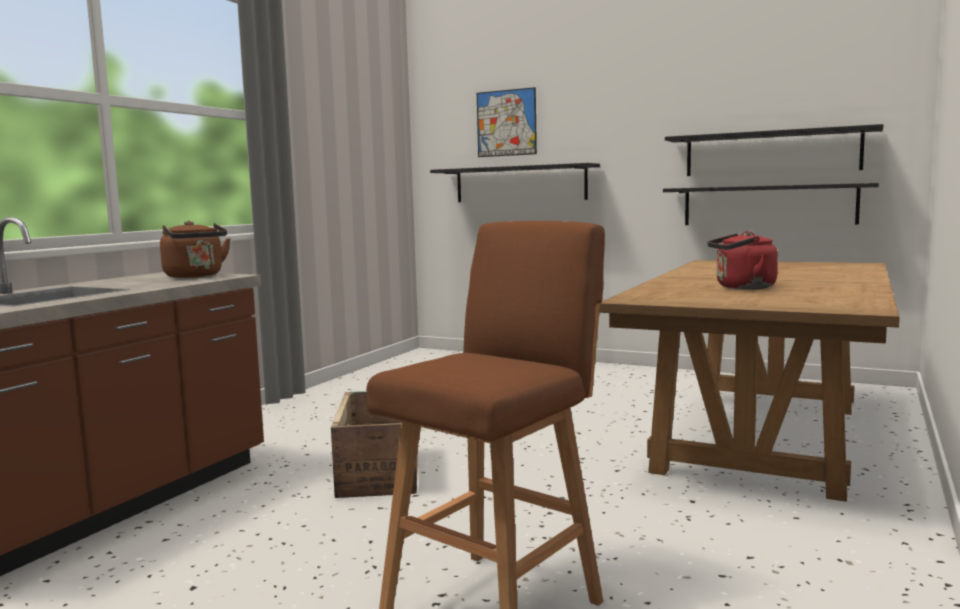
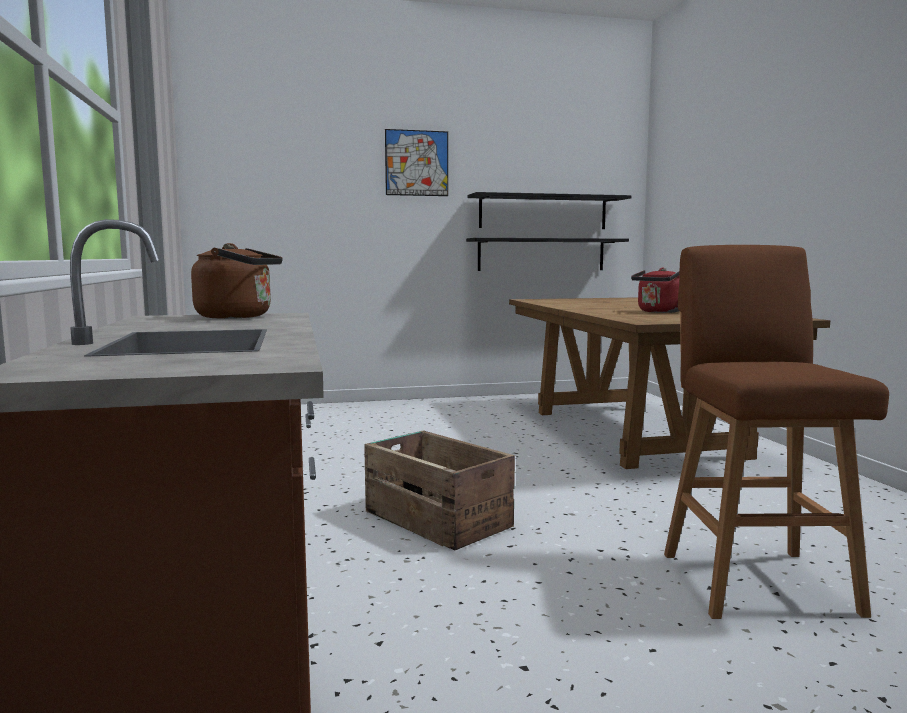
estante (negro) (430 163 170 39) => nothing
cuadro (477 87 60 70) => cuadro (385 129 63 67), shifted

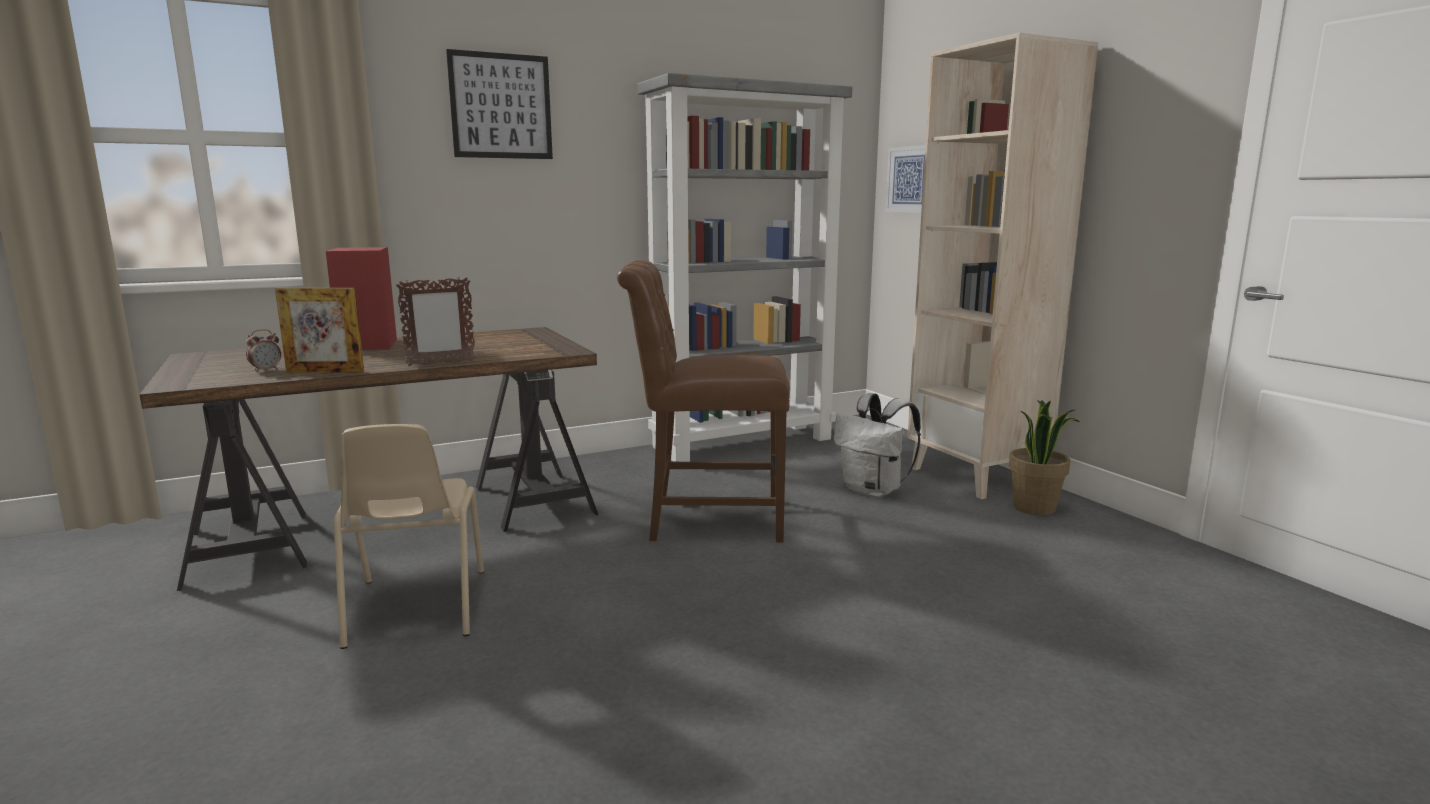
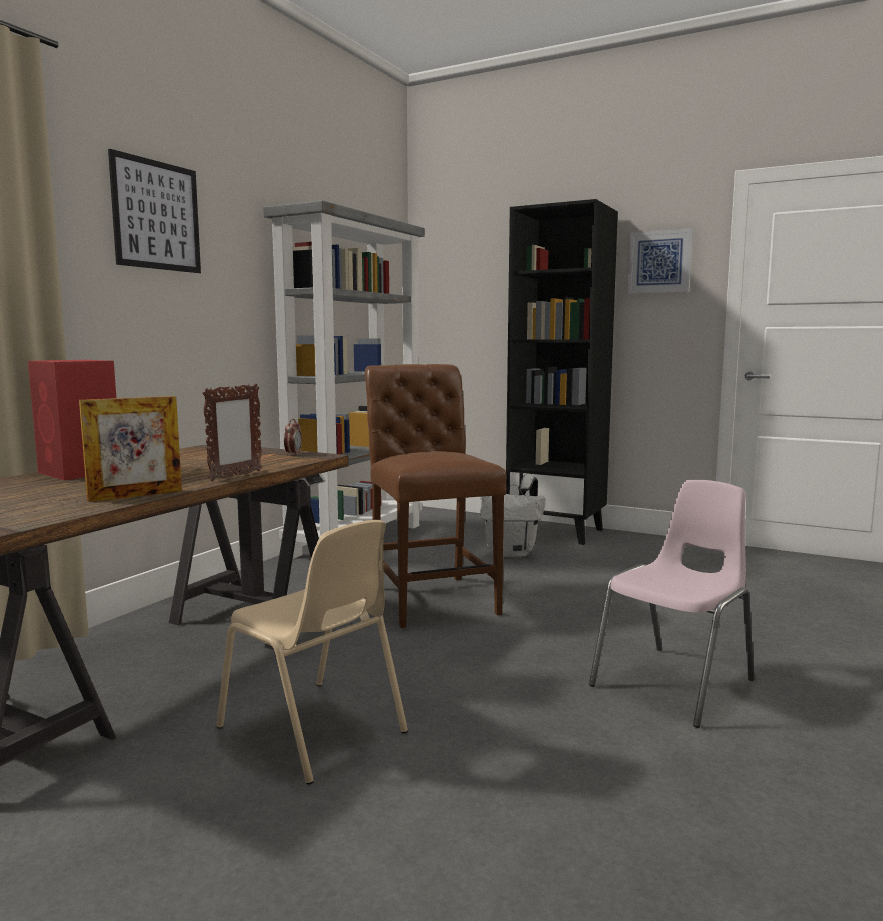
planta en maceta (1009 400 70 116) => nothing
nothing => silla (rosa) (589 480 166 248)
despertador (246 329 35 43) => despertador (284 419 18 36), shifted
cuadro (885 145 40 68) => cuadro (628 228 65 66), shifted
estantería (beis) (907 33 191 466) => estantería (negro) (506 199 112 346)
silla (marrón) (617 260 173 283) => silla (marrón) (365 364 141 264), 105 degrees clockwise

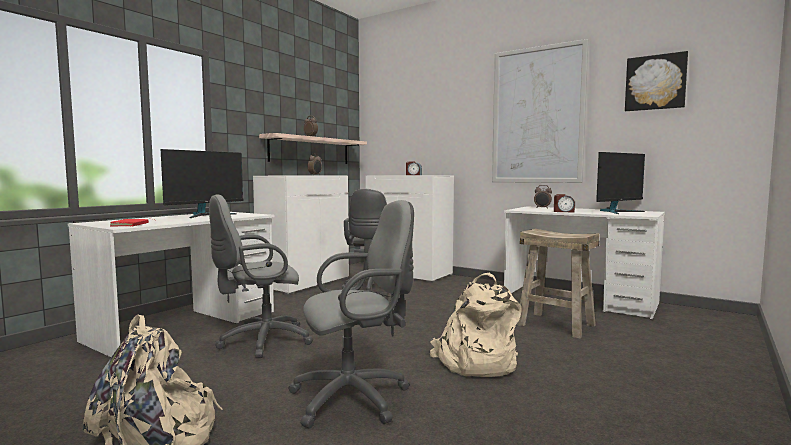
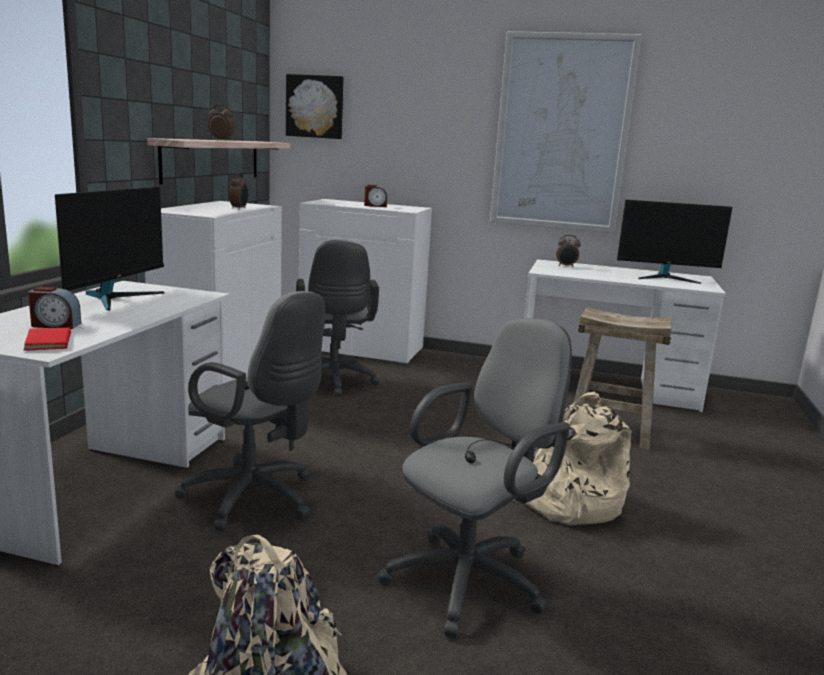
despertador (554 194 21 19) => despertador (28 287 53 42), shifted
cuadro (625 51 63 60) => cuadro (286 74 58 65), shifted
silla de oficina (gris) (209 195 105 163) => silla de oficina (gris) (174 291 151 241), 105 degrees counterclockwise
monitor (596 152 49 62) => monitor (617 200 116 84), 60 degrees clockwise

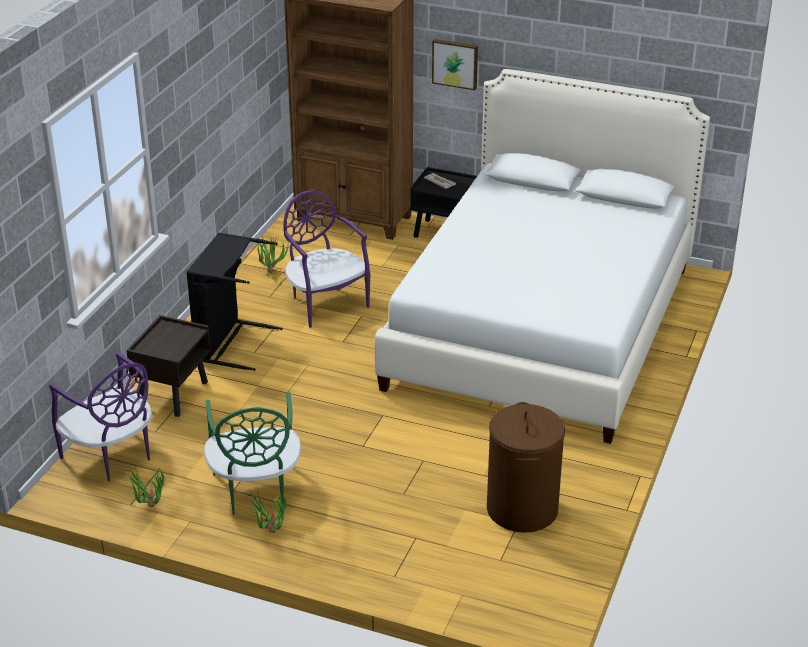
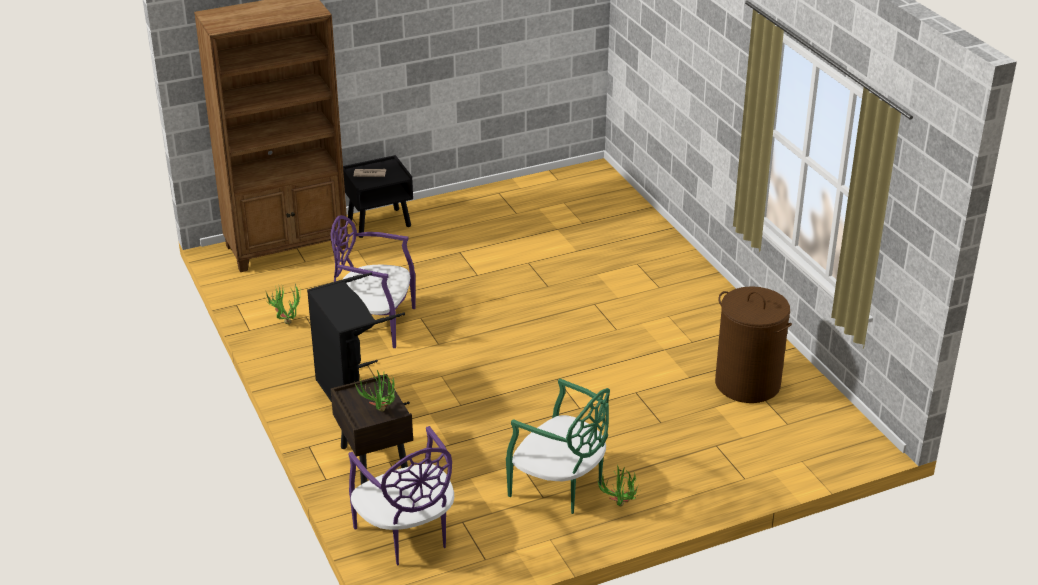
cama (blanco) (374 69 336 375) => nothing
cuadro (432 39 46 51) => nothing
planta en maceta (125 466 40 41) => planta en maceta (355 370 40 42), shifted
silla (morado) (49 352 103 130) => silla (morado) (348 426 106 140), 60 degrees clockwise

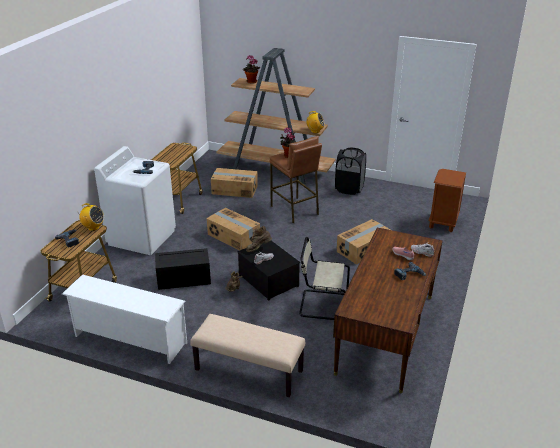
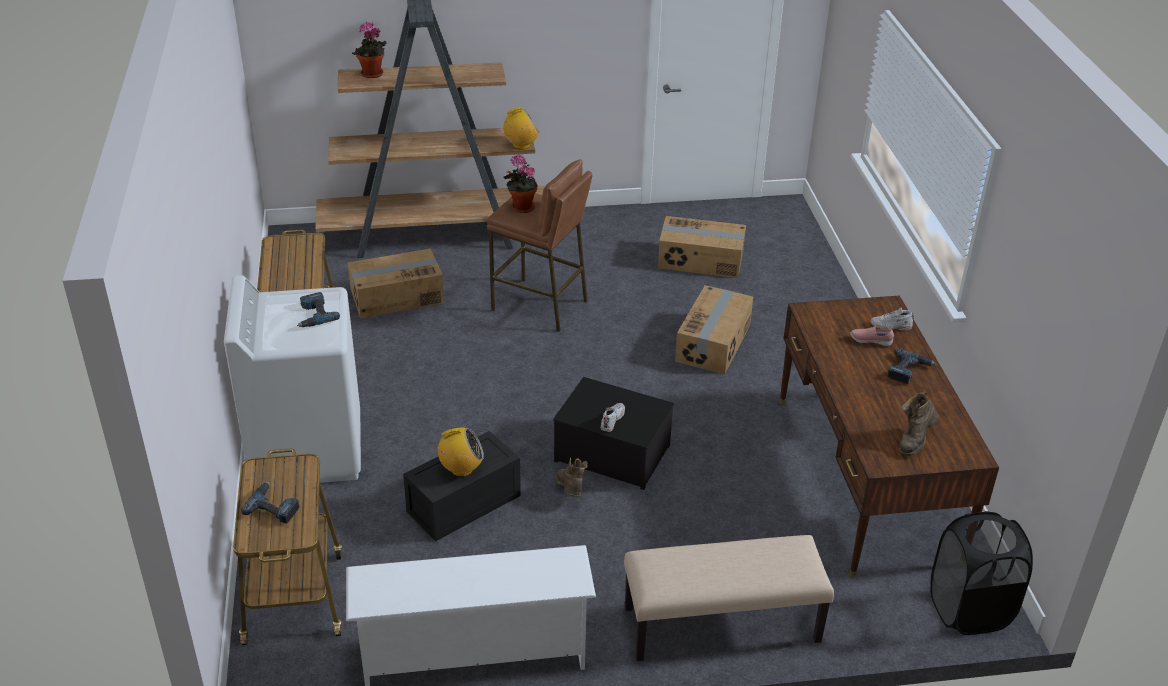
silla (beis) (299 237 51 83) => nothing
mesita de noche (marrón) (429 169 37 63) => nothing
radio (76 203 28 28) => radio (436 427 48 50), shifted
caja de cartón (206 208 54 42) => caja de cartón (658 216 88 62), shifted
bota (marrón) (246 226 26 26) => bota (marrón) (899 392 40 64), shifted
cesto de la ropa (negro) (335 147 31 48) => cesto de la ropa (negro) (930 511 103 124), shifted

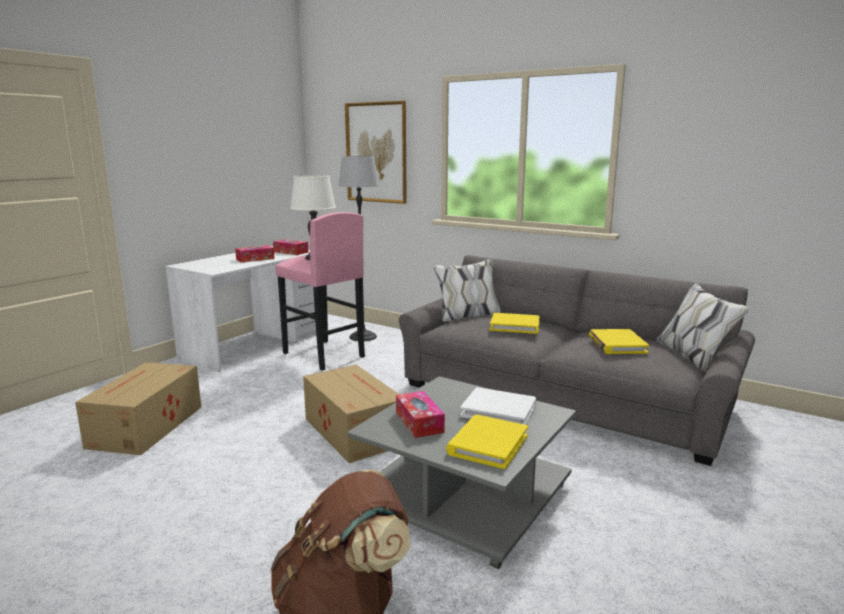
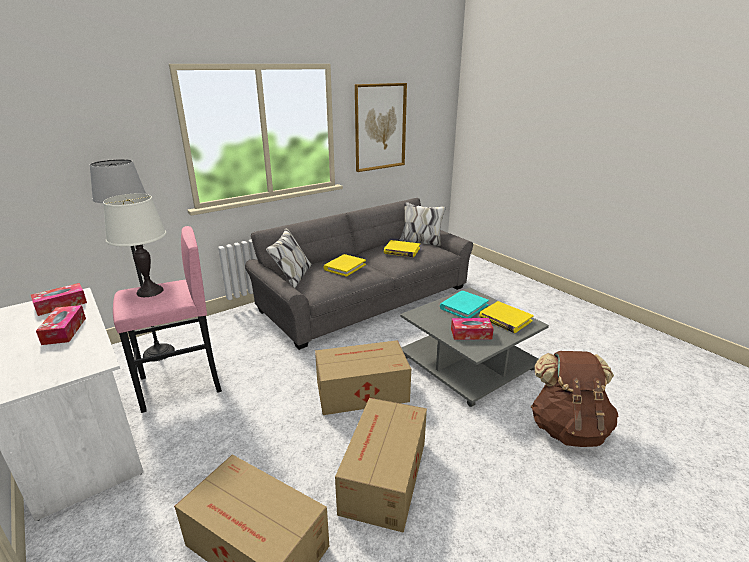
nothing => caja de cartón (335 398 92 135)
cuadro (345 101 62 103) => cuadro (355 83 52 89), shifted
libro (blanco) (460 387 76 38) => libro (turquesa) (440 291 49 27)

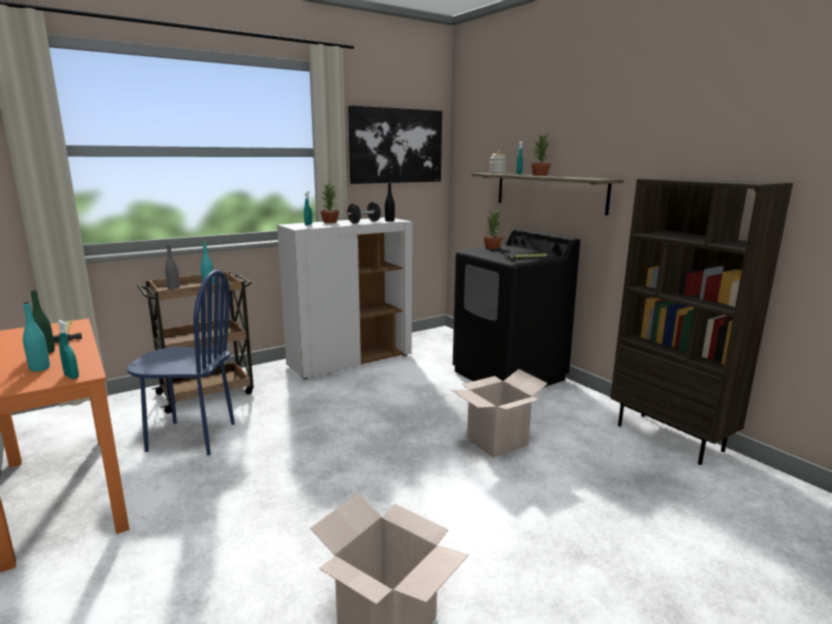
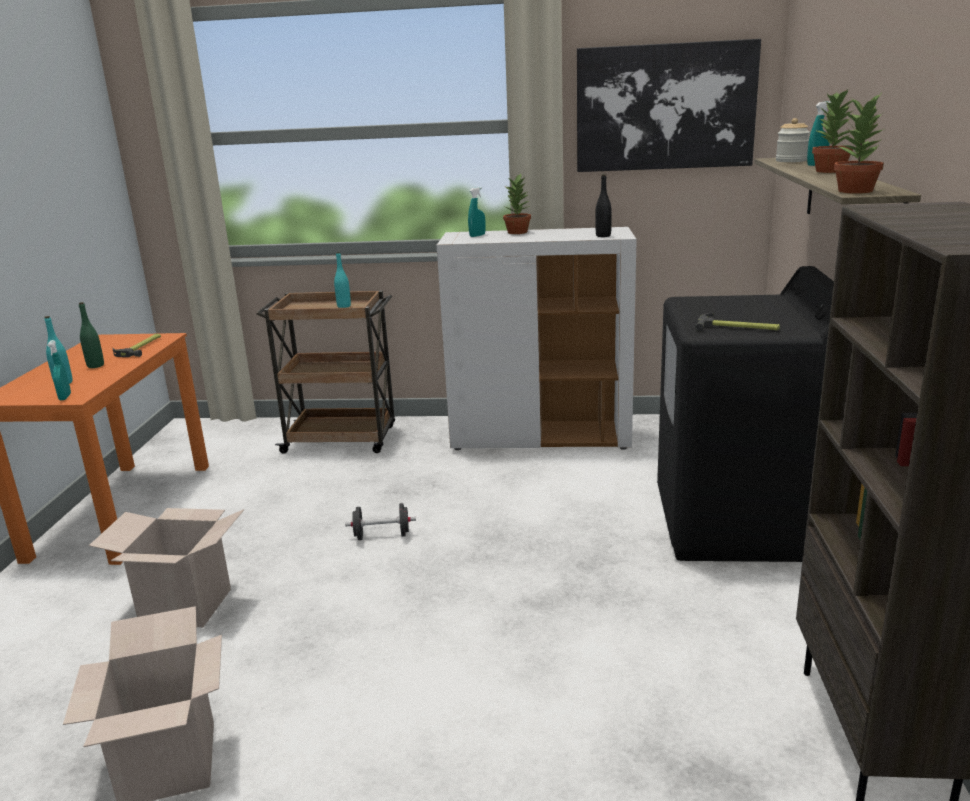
silla (azul) (127 270 108 185) => nothing
botella (gris) (165 244 15 45) => nothing
mancuerna (negro) (347 202 34 22) => mancuerna (negro) (345 503 71 37), shifted
caja de cartón (451 369 97 89) => caja de cartón (89 508 155 119), shifted
planta en maceta (483 208 19 41) => planta en maceta (834 94 50 100), shifted

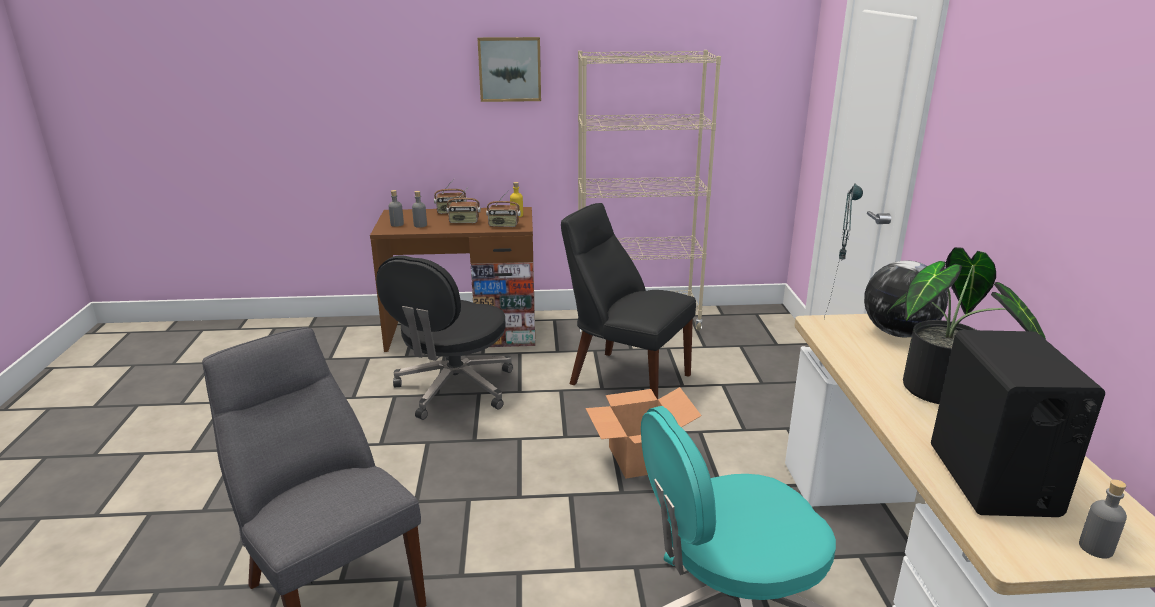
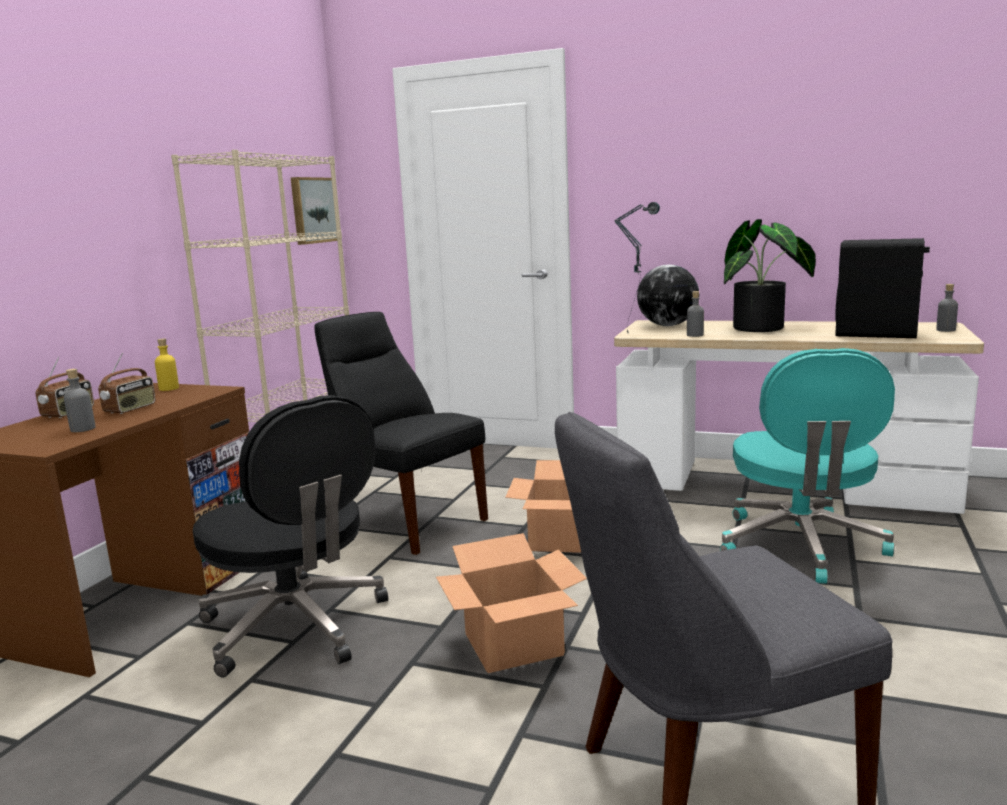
radio (486 190 35 37) => nothing
nothing => caja de cartón (436 533 151 140)
botella (gris) (389 190 15 37) => botella (gris) (687 291 17 46), shifted
cuadro (477 37 64 65) => cuadro (291 177 46 68), shifted
silla (negro) (561 203 135 197) => silla (negro) (314 312 174 243), 75 degrees clockwise

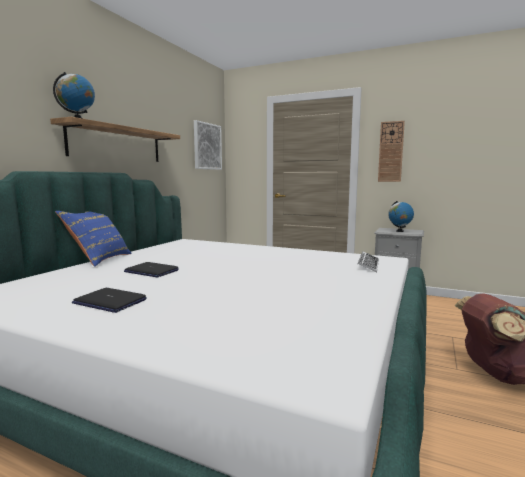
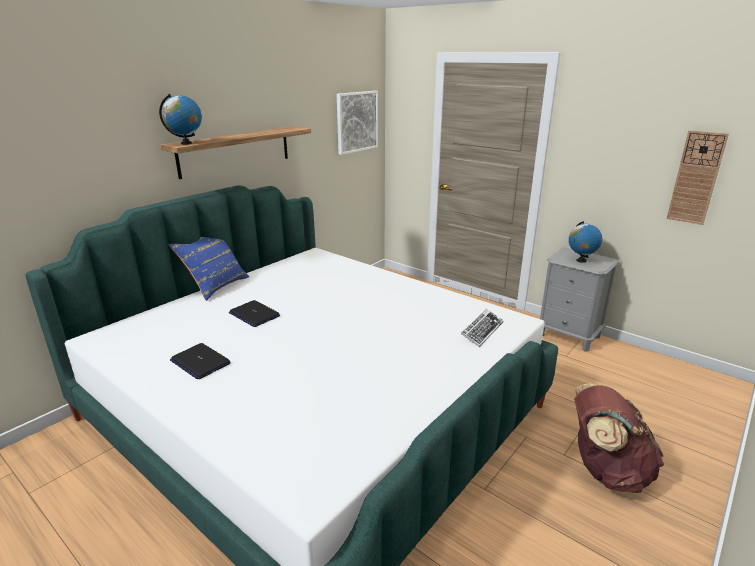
reloj de pared (378 121 27 61) => reloj de pared (667 130 62 95), shifted

